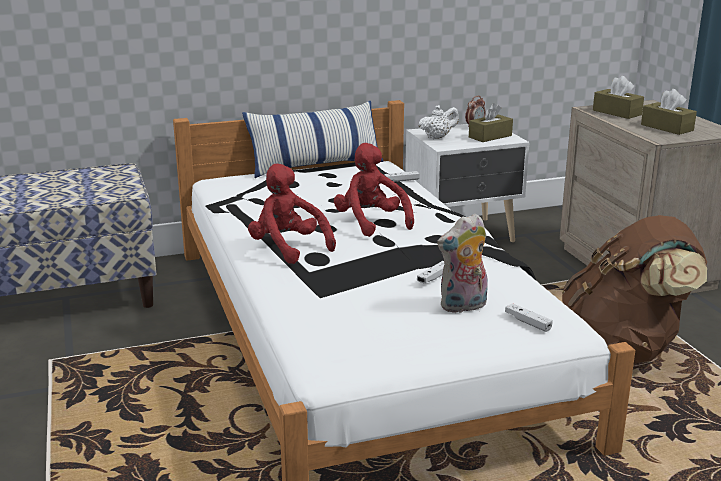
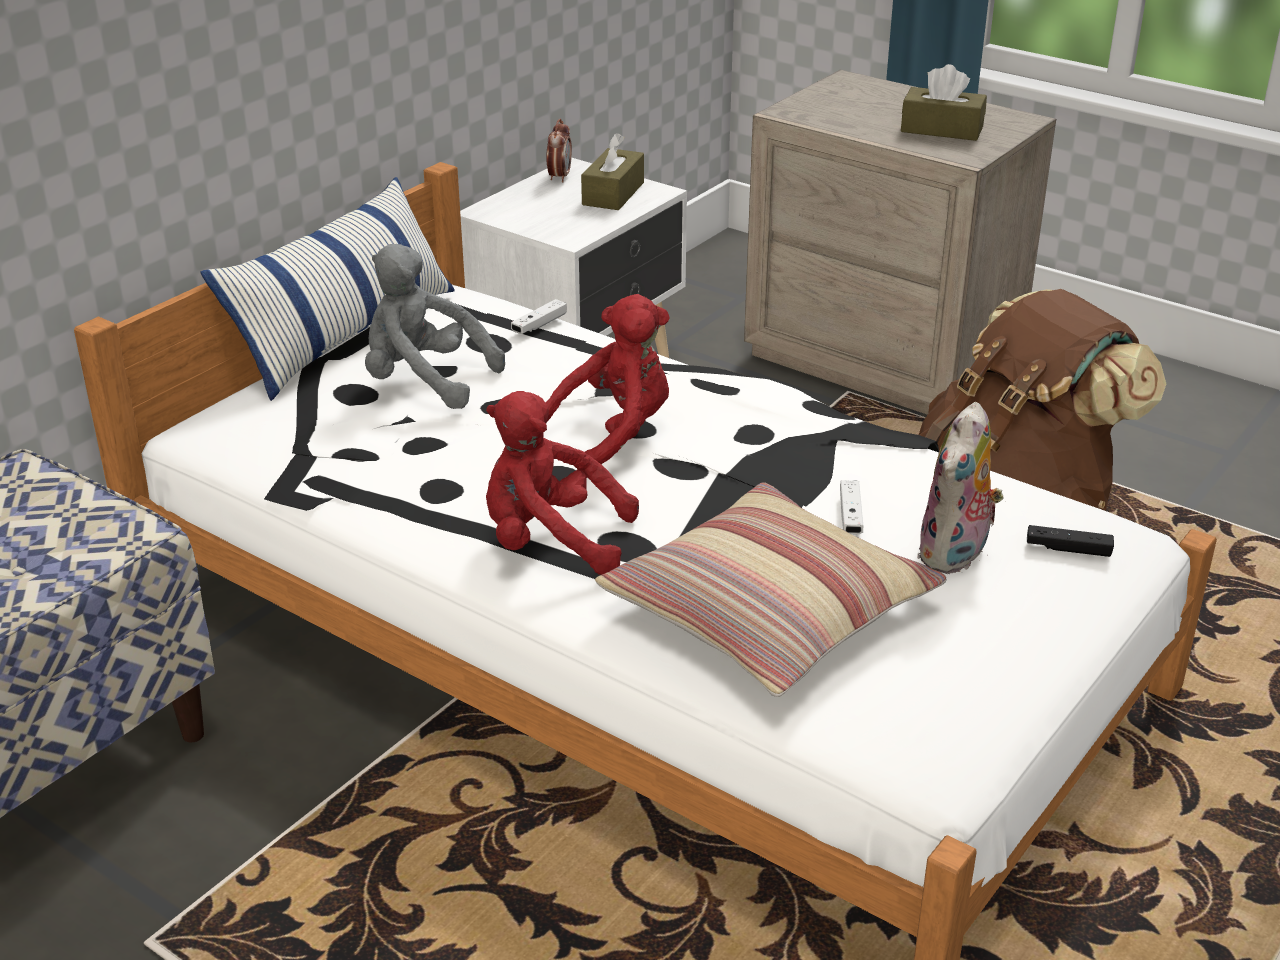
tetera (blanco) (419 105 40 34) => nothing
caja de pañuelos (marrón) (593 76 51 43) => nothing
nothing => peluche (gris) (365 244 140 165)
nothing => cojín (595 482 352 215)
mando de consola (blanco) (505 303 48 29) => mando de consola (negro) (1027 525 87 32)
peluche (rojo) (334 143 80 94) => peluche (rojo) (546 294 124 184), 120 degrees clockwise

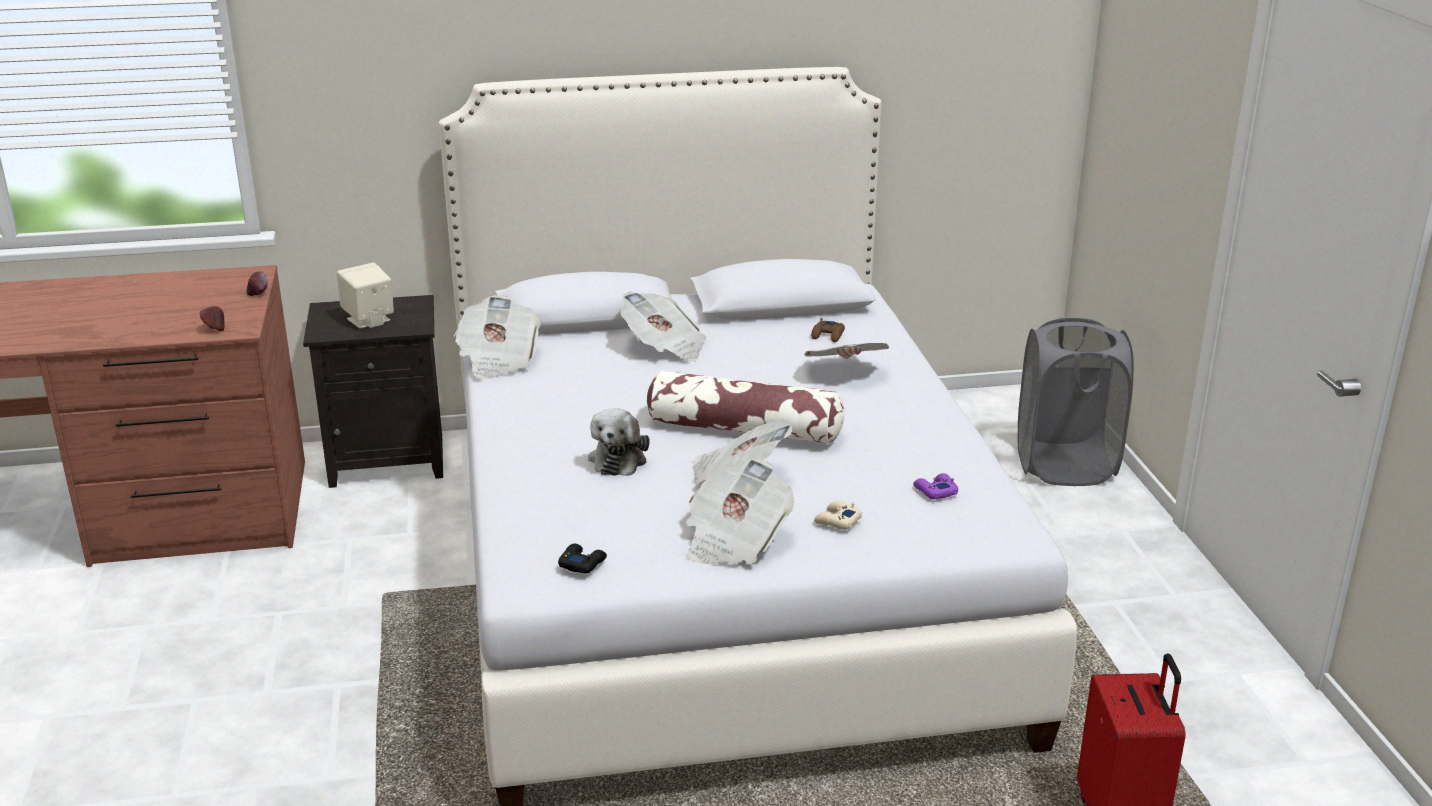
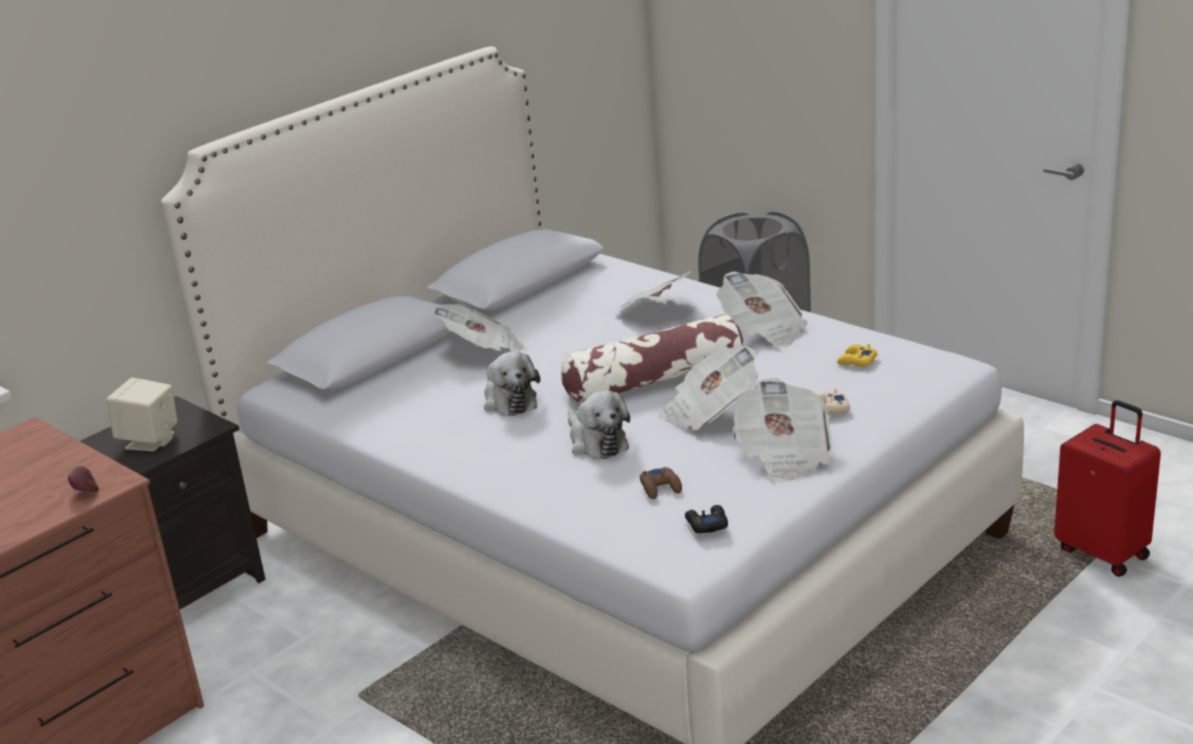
manzana (247 271 21 25) => nothing
nothing => peluche (484 351 56 65)
periódico (454 295 87 84) => periódico (717 272 91 76), shifted
mando de consola (marrón) (811 318 34 24) => mando de consola (marrón) (640 467 42 32), shifted
mando de consola (morado) (913 473 45 26) => mando de consola (amarillo) (837 344 41 23)

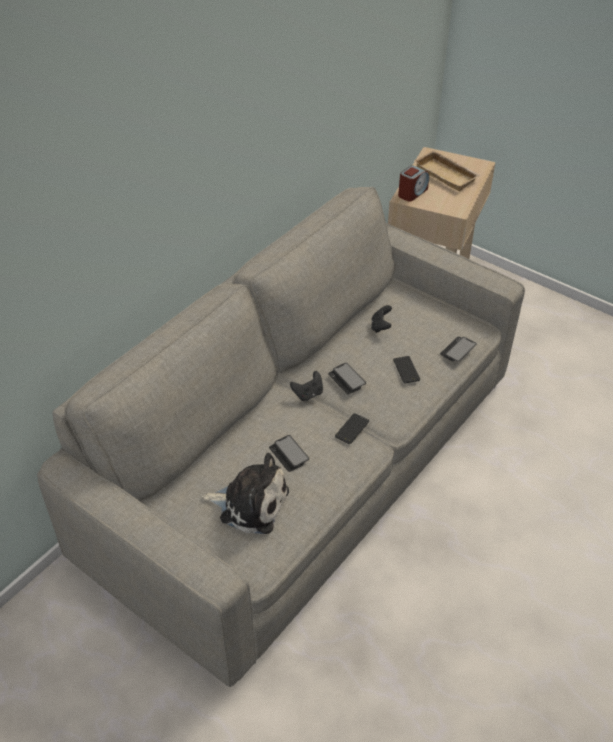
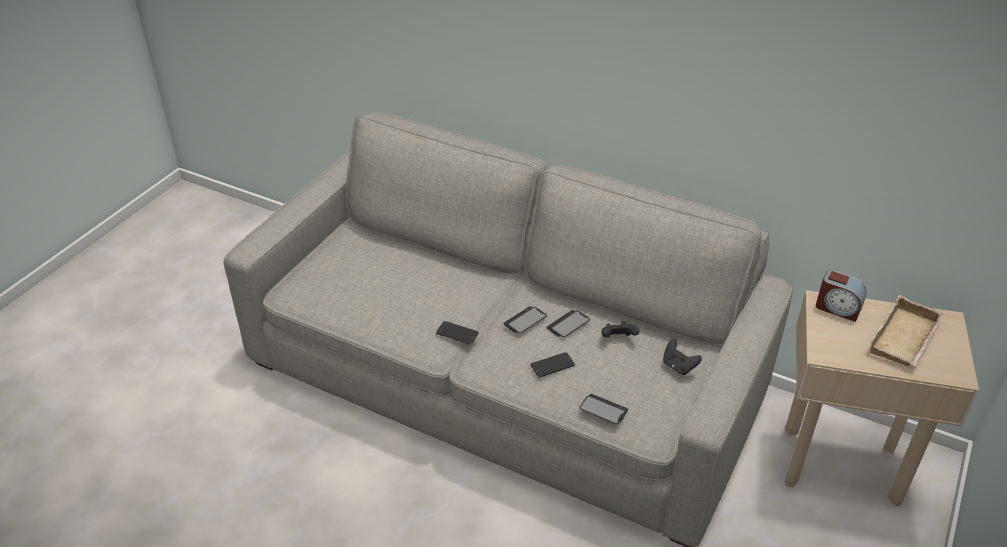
peluche (202 453 87 81) => nothing
móvil (269 435 40 37) => móvil (546 310 44 27), shifted
mando de consola (negro) (290 371 33 30) => mando de consola (negro) (663 339 39 36), shifted

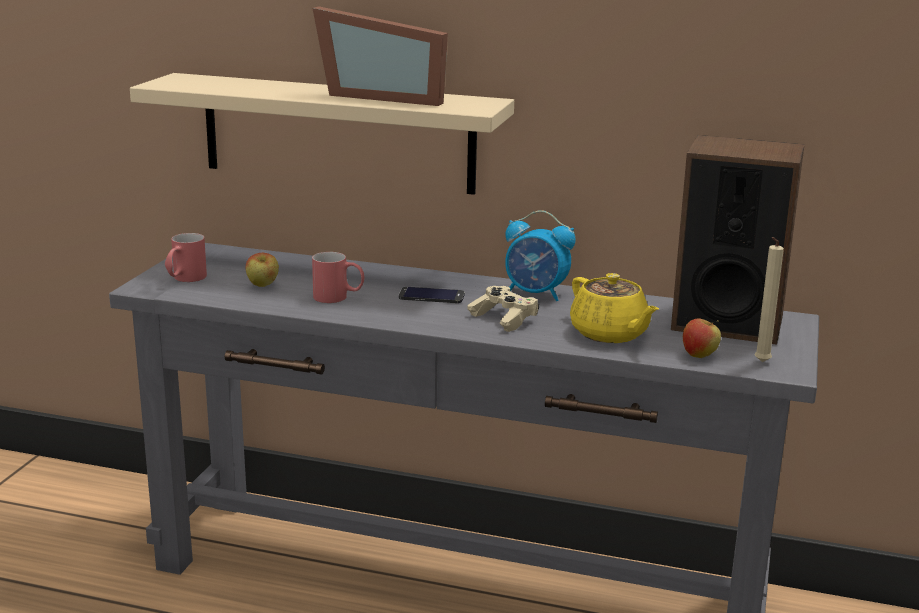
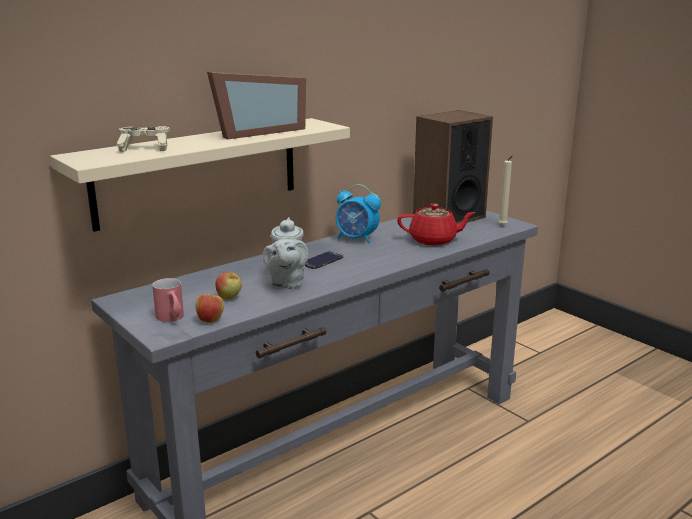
mando de consola (beis) (467 286 72 46) => mando de consola (beis) (116 126 54 26), shifted
manzana (683 318 38 40) => manzana (195 291 29 32), shifted
taza grande (rojo) (312 252 53 51) => tetera (gris) (263 217 46 72)
tetera (amarillo) (570 273 89 70) => tetera (rojo) (397 204 79 41)
despertador (505 210 71 91) => despertador (336 184 45 59), 60 degrees clockwise

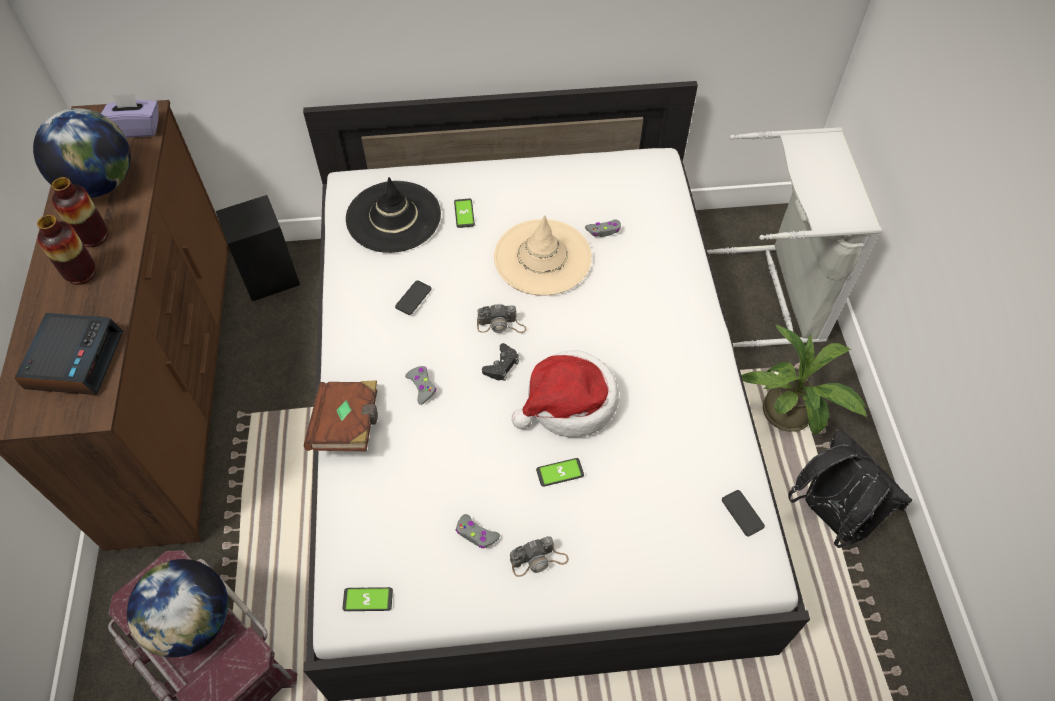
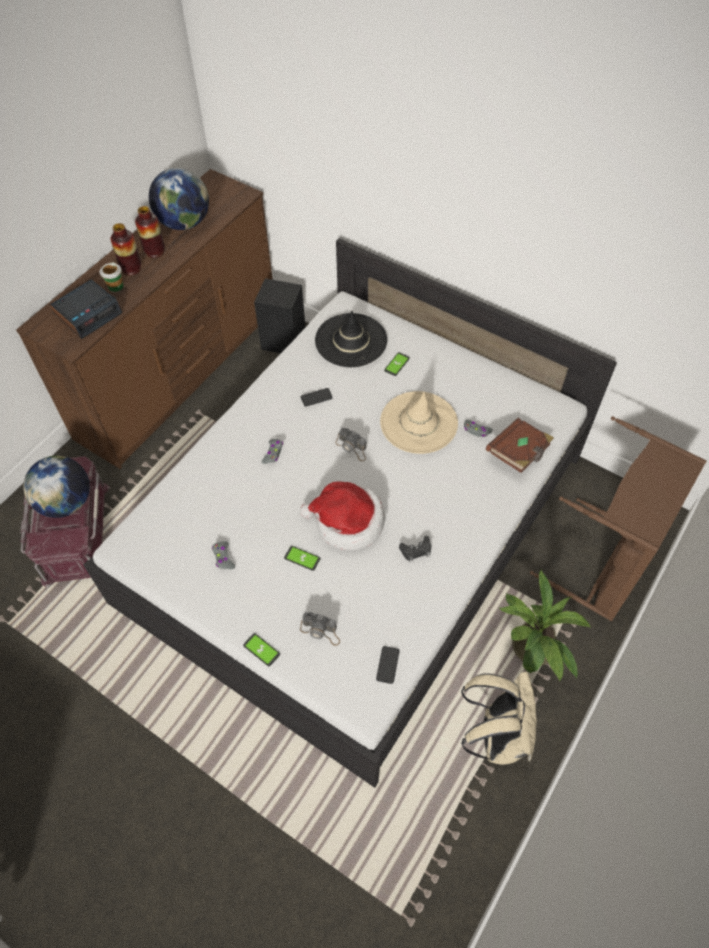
caja de pañuelos (morado) (101 93 58 45) => nothing
nothing => taza (100 262 24 30)
libro (marrón) (304 380 74 71) => libro (marrón) (486 418 68 55), shifted
móvil (342 587 51 24) => móvil (243 633 37 33), shifted
mando de consola (negro) (482 343 37 38) => mando de consola (negro) (399 536 32 26), shifted
cámara (510 536 59 41) => cámara (300 612 40 34), shifted
cesto de la ropa (gris) (707 127 175 220) => cesto de la ropa (marrón) (530 416 176 205)
mochila (negro) (788 429 124 119) => mochila (beis) (461 672 76 93)

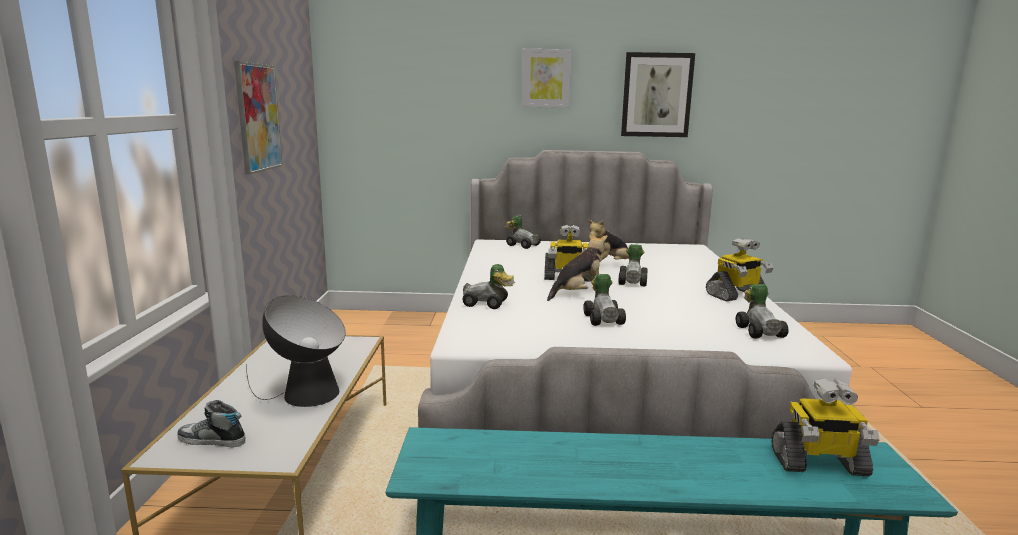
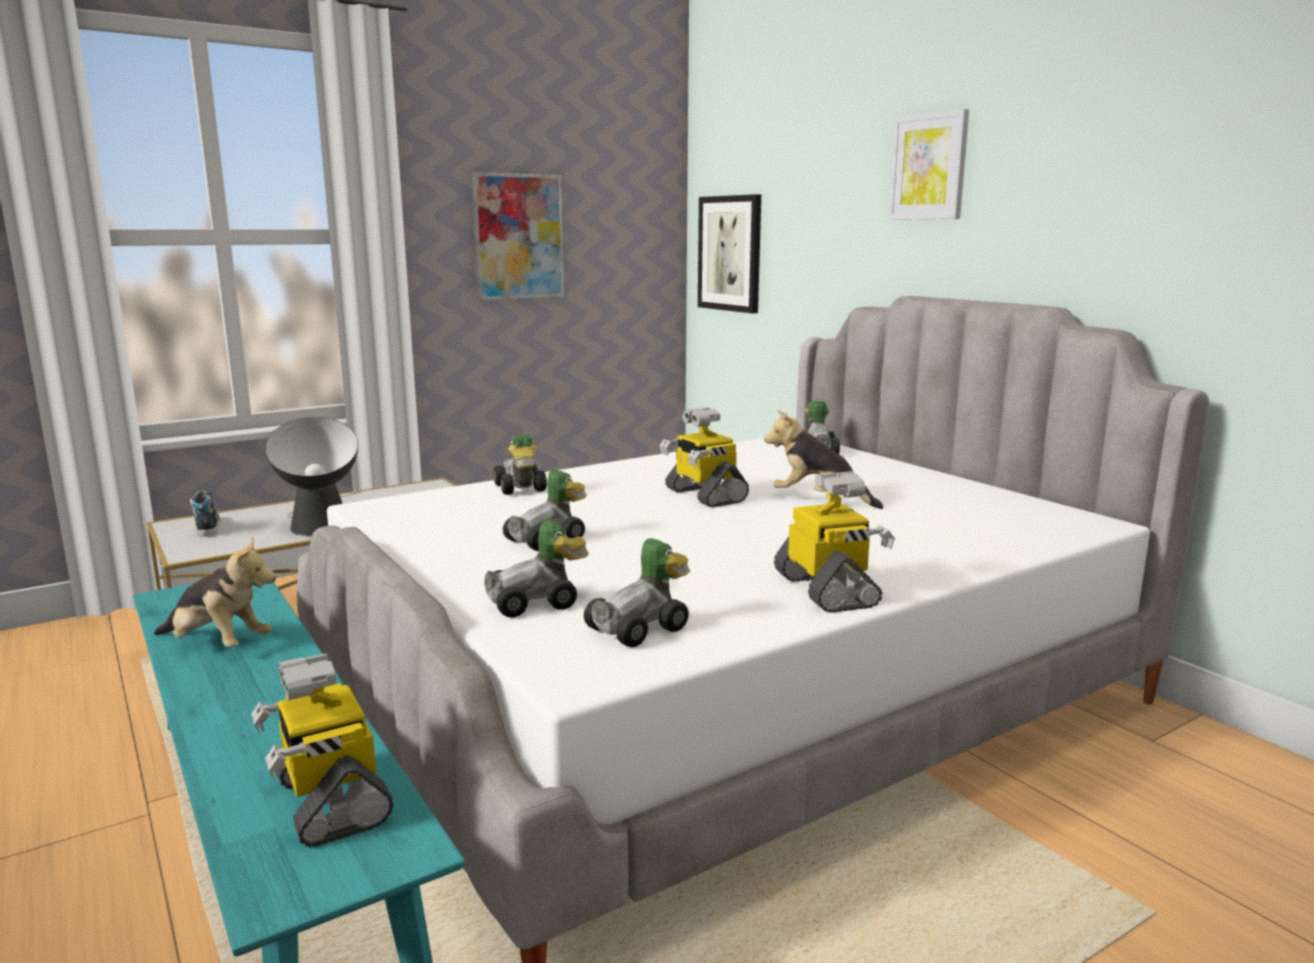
peluche (547 232 60 69) => peluche (154 536 122 111), shifted
coche de juguete (618 244 30 42) => coche de juguete (484 520 105 98), shifted
cuadro (621 52 74 85) => cuadro (698 194 63 120), shifted
robot de juguete (706 238 68 63) => robot de juguete (774 471 120 142), 135 degrees counterclockwise

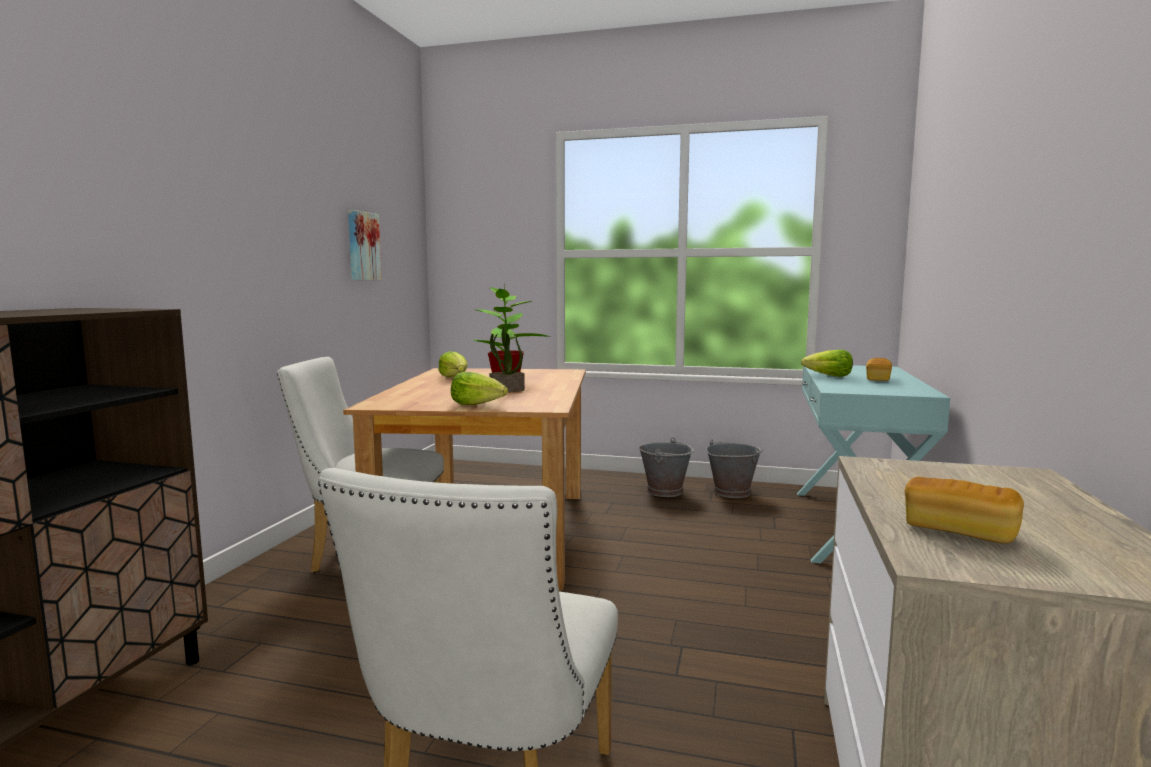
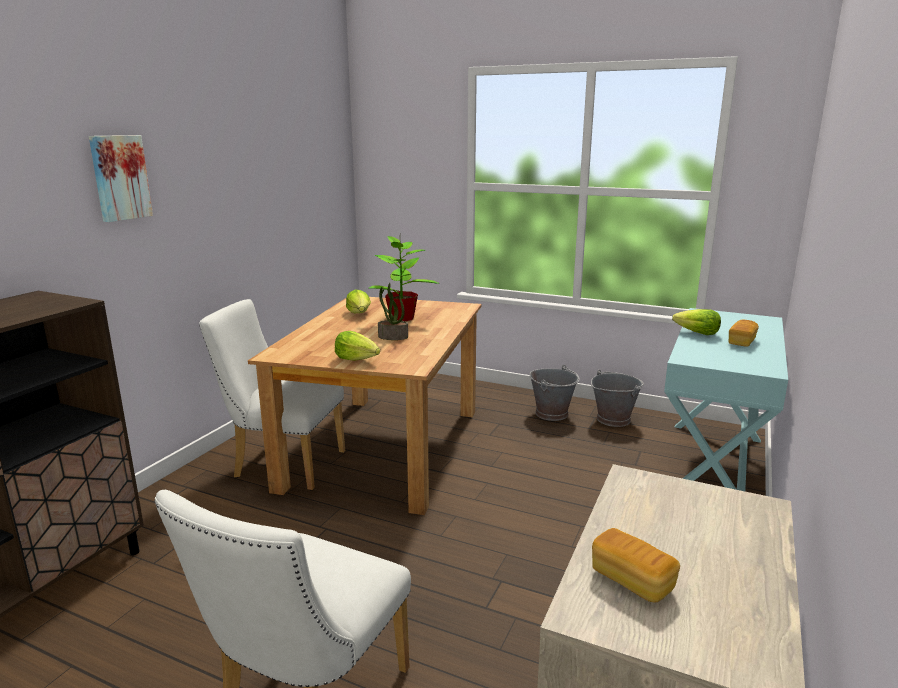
cuadro (348 210 34 70) => cuadro (89 135 64 87), shifted

